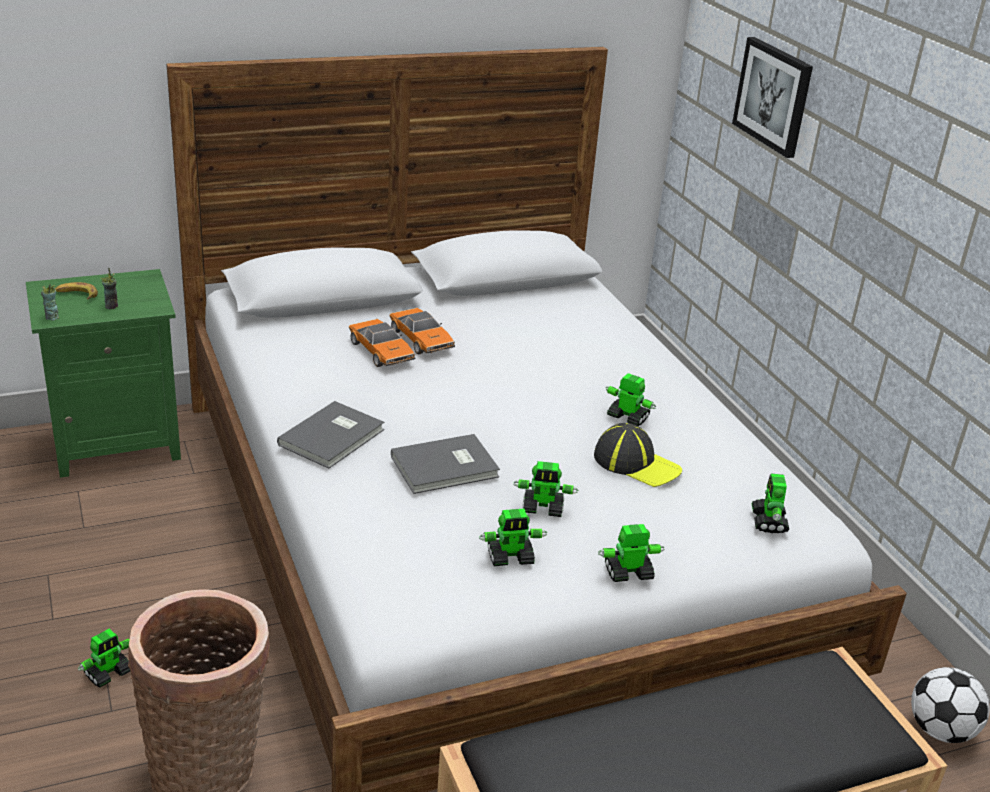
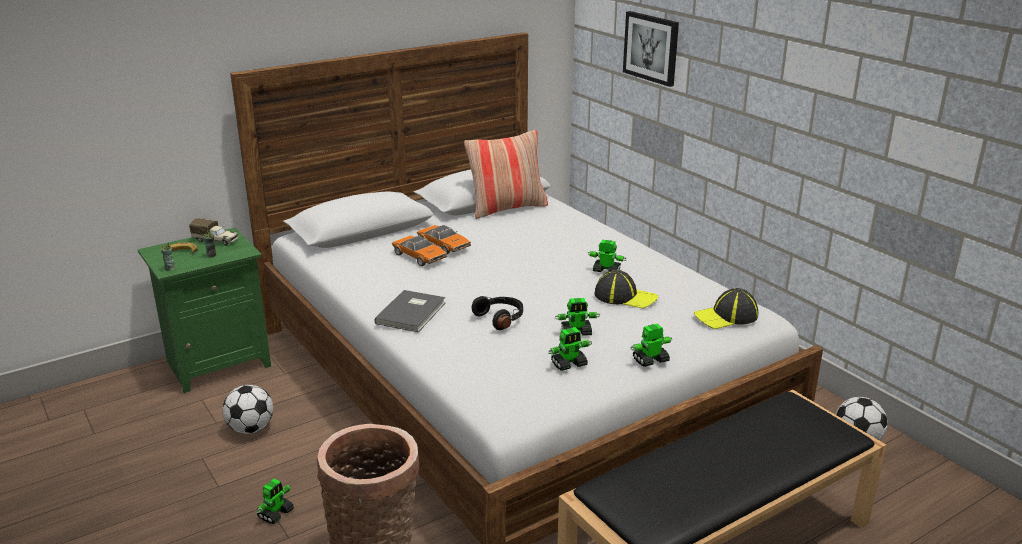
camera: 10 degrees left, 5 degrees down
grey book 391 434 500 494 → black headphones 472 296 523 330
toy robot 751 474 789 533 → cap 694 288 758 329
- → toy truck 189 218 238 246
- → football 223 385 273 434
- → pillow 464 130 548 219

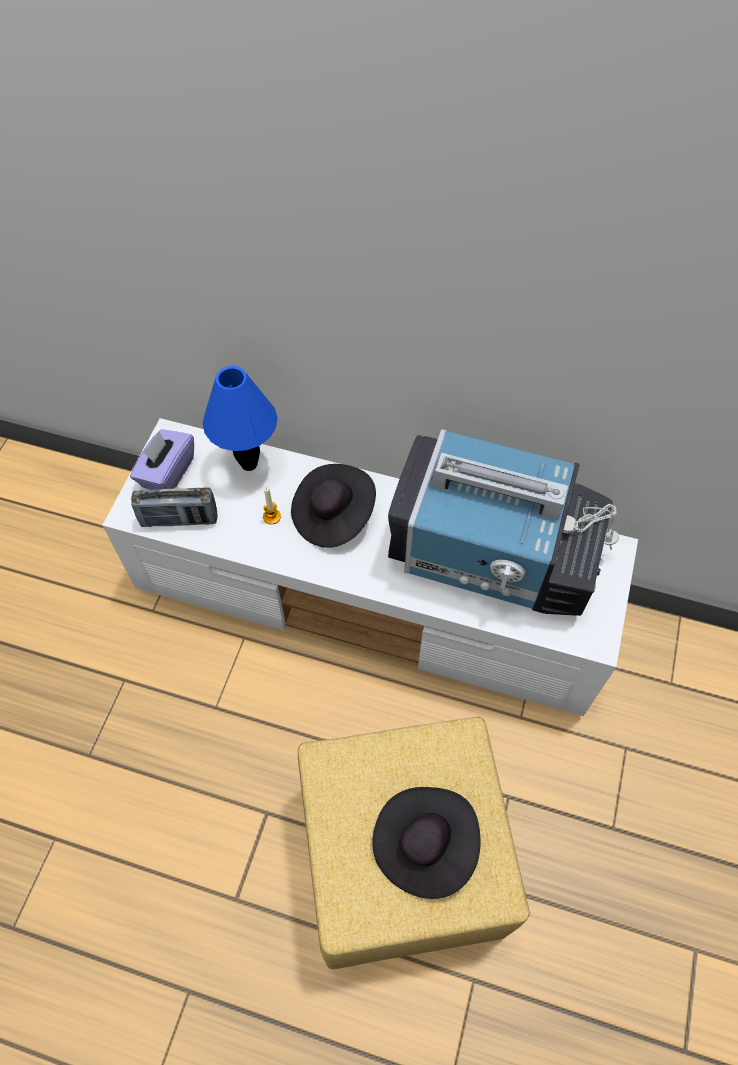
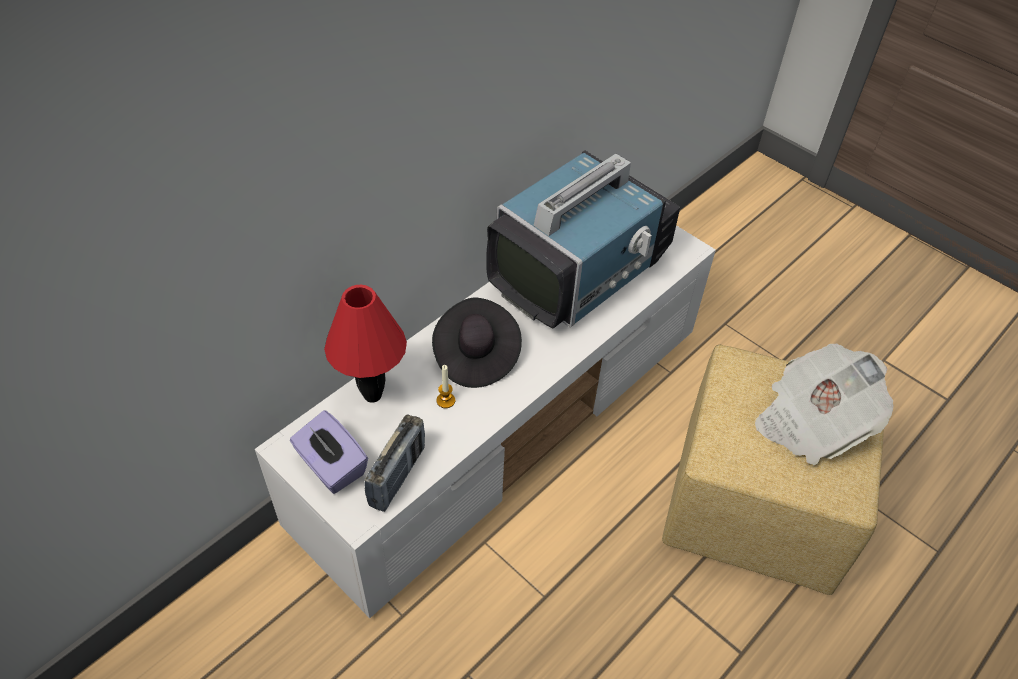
camera: 65 degrees left, 10 degrees down
blue table lamp 203 366 278 471 → red table lamp 324 285 407 403
black hat 372 787 480 899 → newspaper 755 343 893 465

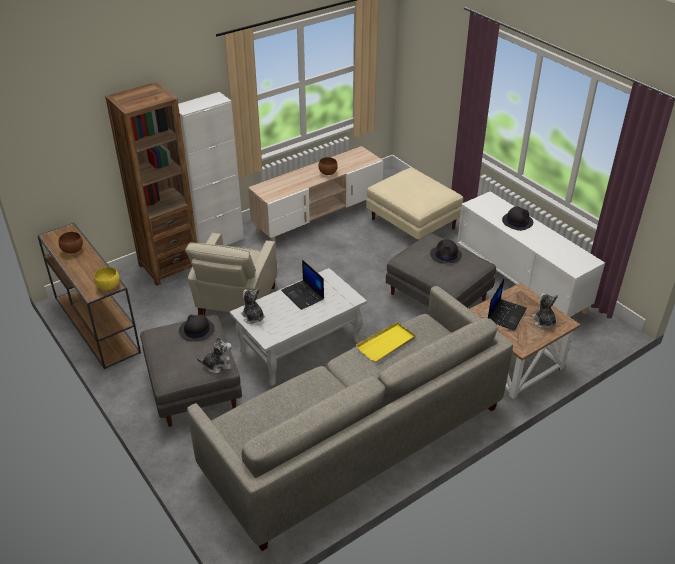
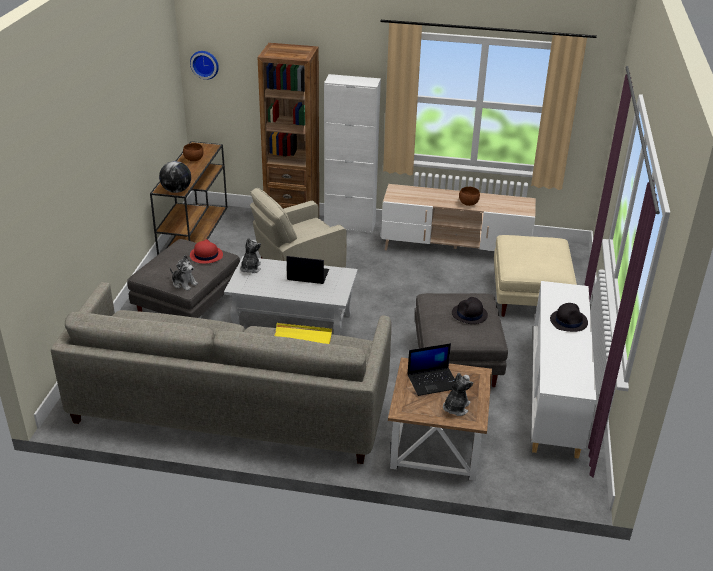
camera: 45 degrees right, 5 degrees down
yellow bowl 94 267 120 290 → globe 159 161 191 193
black hat 179 315 215 342 → red hat 190 239 223 264
laptop 281 260 324 310 → laptop 287 256 329 284, 90 degrees clockwise
- → wall clock 190 51 219 80

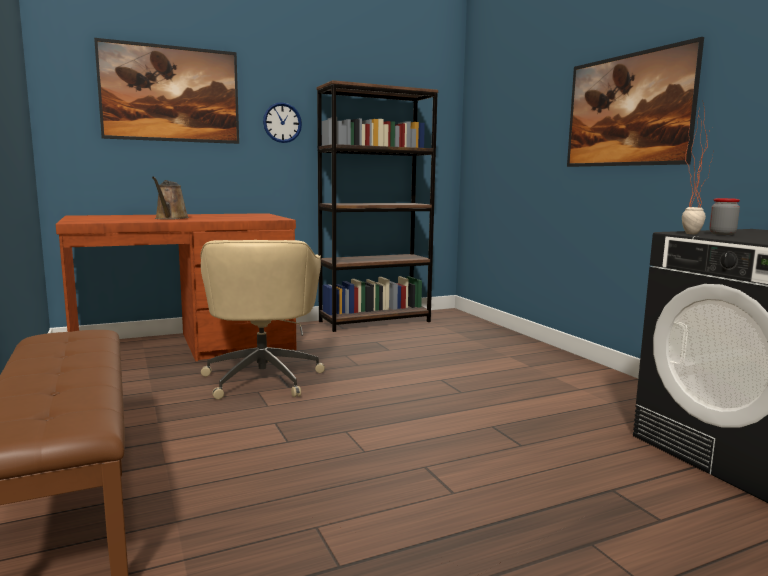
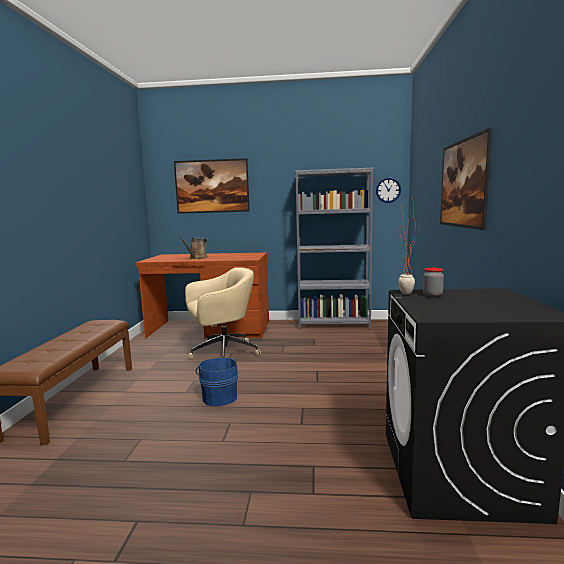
camera: 30 degrees right, 0 degrees up
beige office chair 200 240 325 399 → beige office chair 185 267 261 359, 135 degrees counterclockwise
wall clock 263 102 302 143 → wall clock 376 178 401 203, move
brown bookcase 317 80 438 332 → grey bookcase 295 168 374 329
- → blue bucket 196 358 238 406

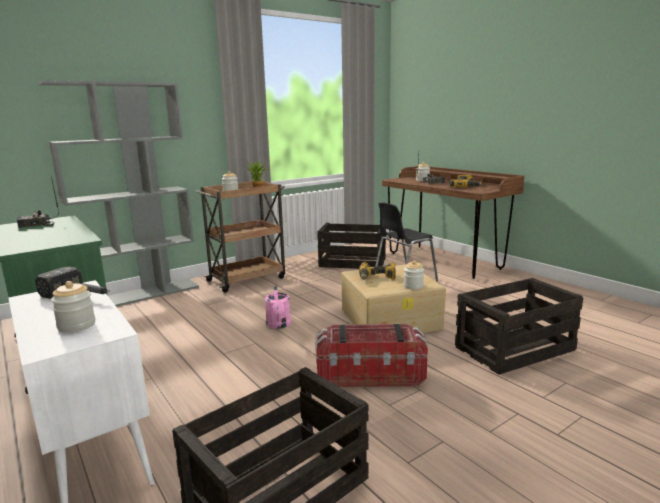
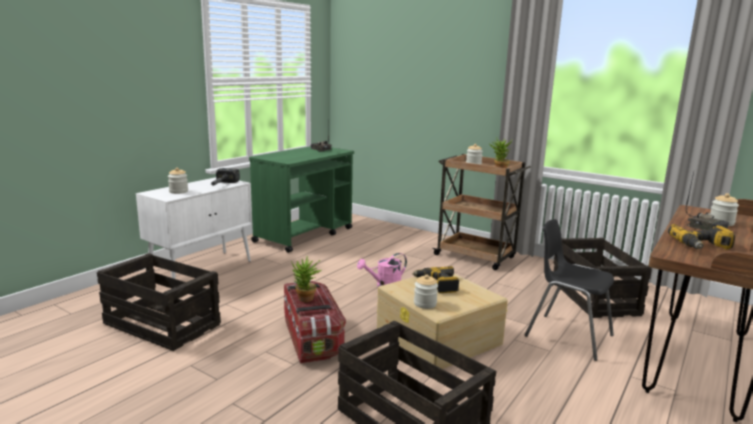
camera: 70 degrees right, 0 degrees up
grey bookcase 38 80 199 307 → -
- → potted plant 291 256 321 302

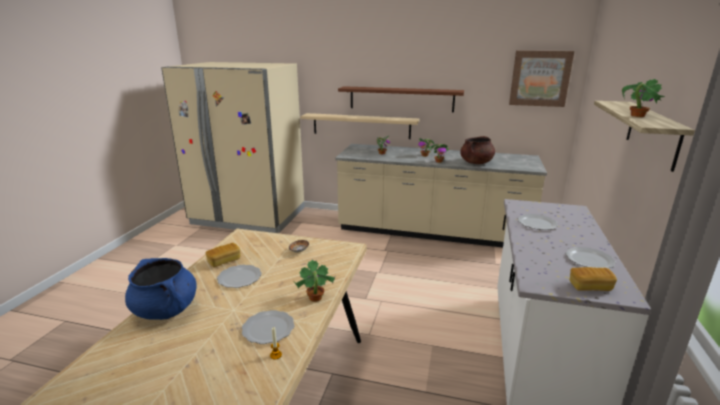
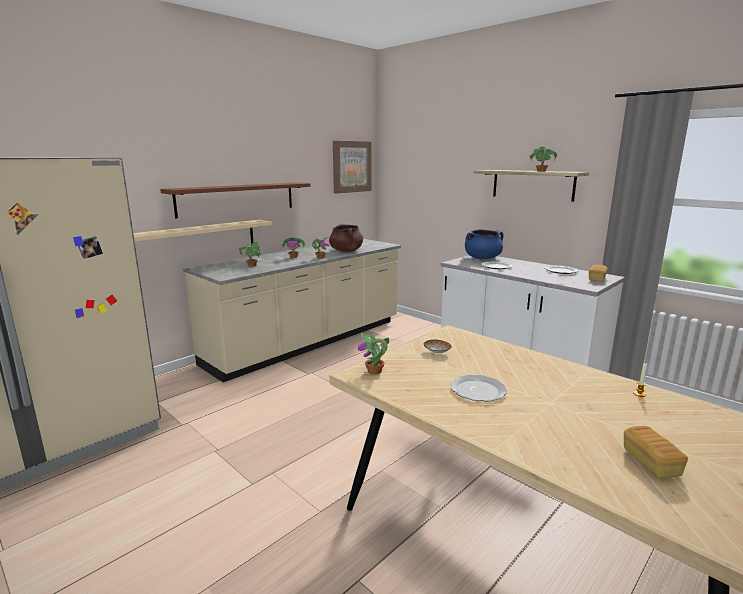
camera: 60 degrees left, 5 degrees down
blue cooking pot 125 258 197 320 → blue cooking pot 465 230 504 259, move
bread 206 243 240 267 → bread 624 426 688 478, move
plate 242 310 295 344 → -
potted plant 293 260 336 302 → potted plant 358 333 389 375, move

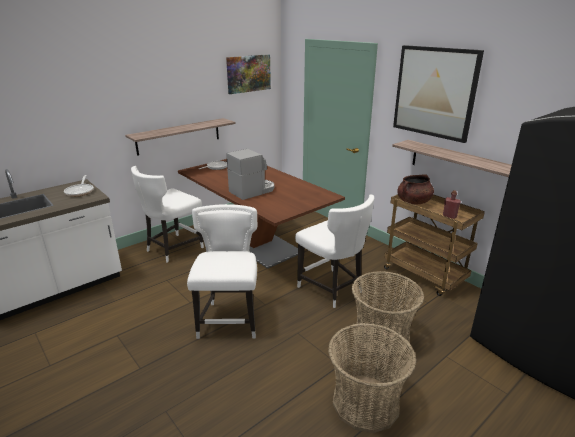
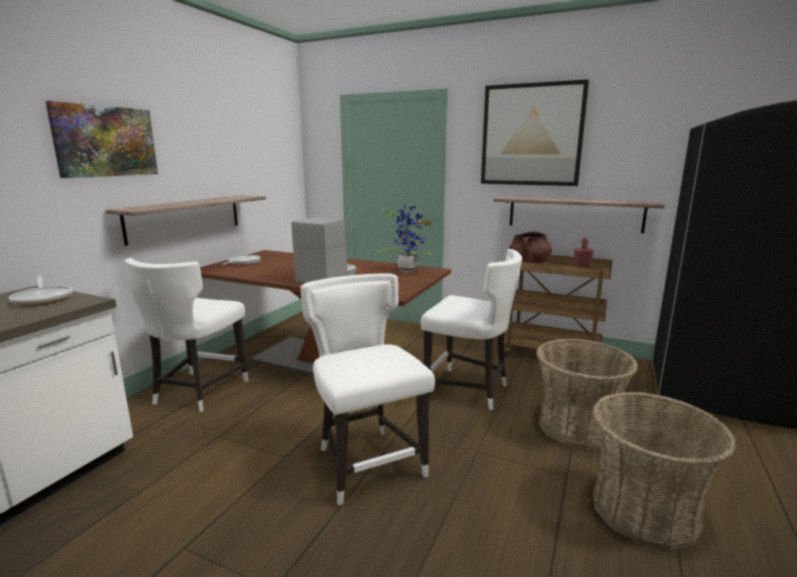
camera: 25 degrees left, 10 degrees down
picture 226 54 271 94 → picture 45 101 158 178, move
- → potted plant 375 202 433 272

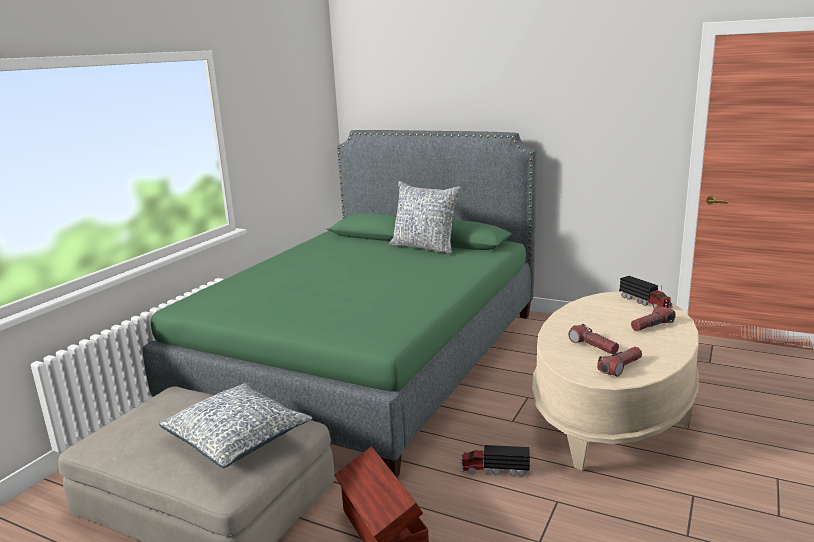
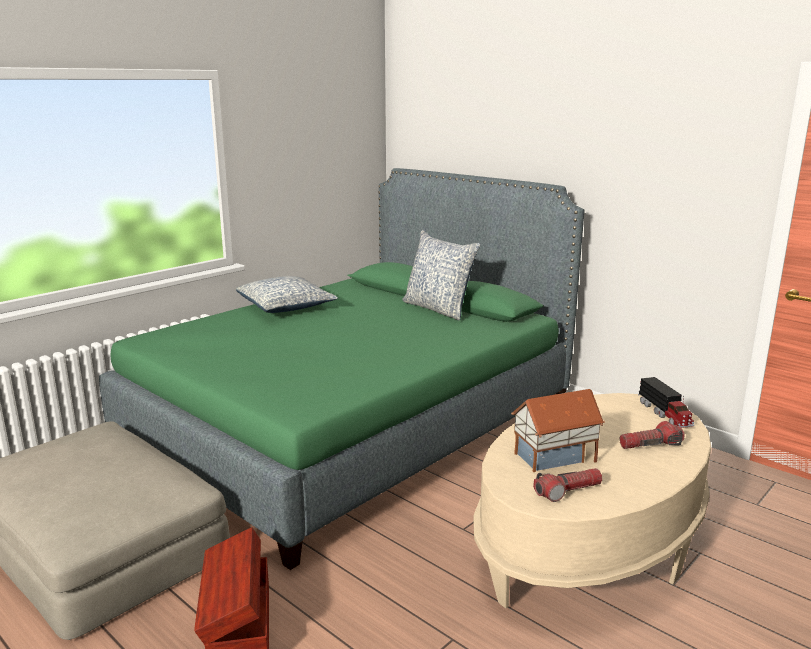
camera: 15 degrees right, 0 degrees up
pillow 159 383 312 468 → pillow 236 276 338 313, move
toy truck 460 445 530 477 → -
flashlight 568 324 619 355 → toy house 511 389 605 472

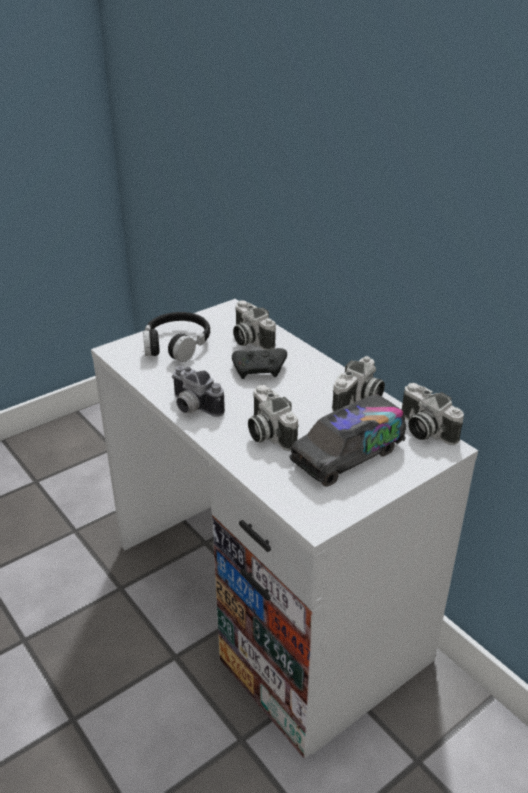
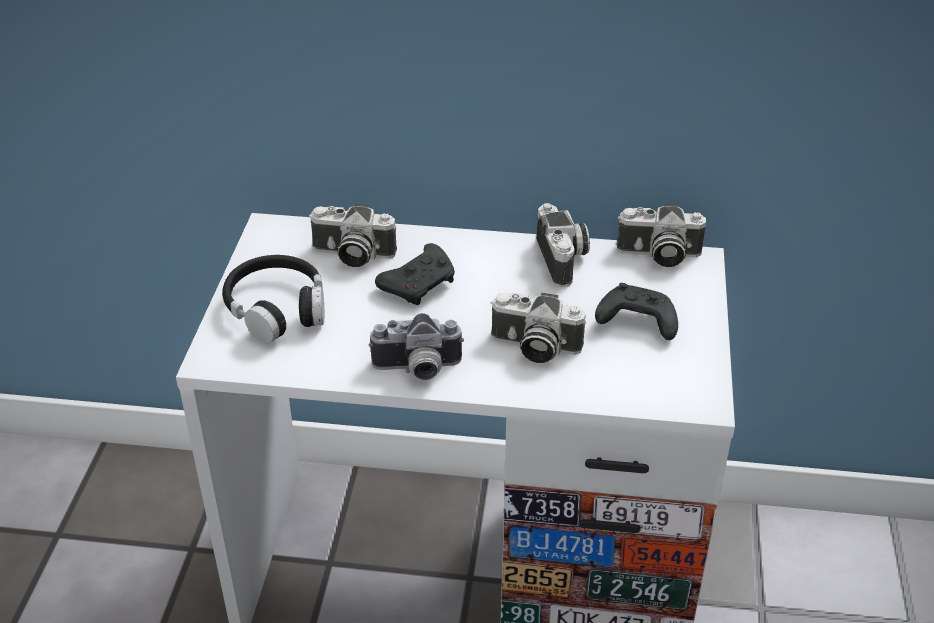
camera: 45 degrees left, 5 degrees up
toy truck 289 394 406 487 → black game controller 595 283 678 340

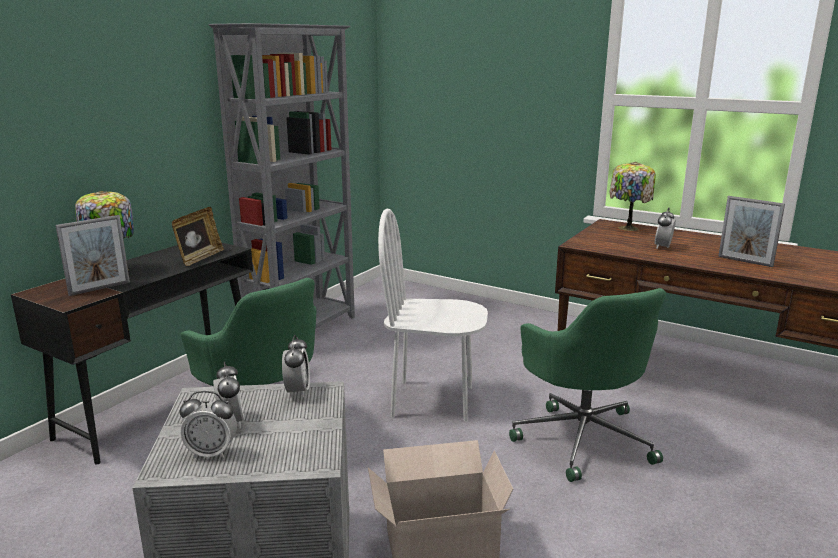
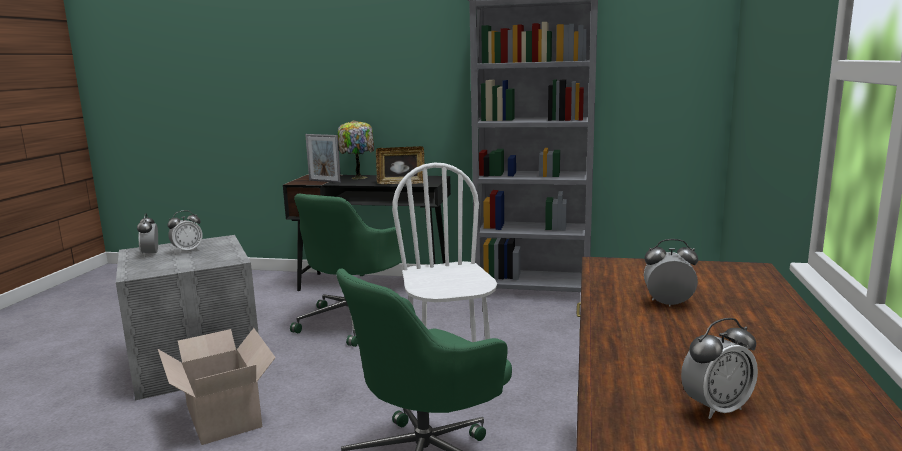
camera: 70 degrees right, 5 degrees down
alarm clock 282 335 310 397 → alarm clock 681 318 758 419, move
table lamp 610 162 656 231 → -
picture frame 718 196 785 267 → -

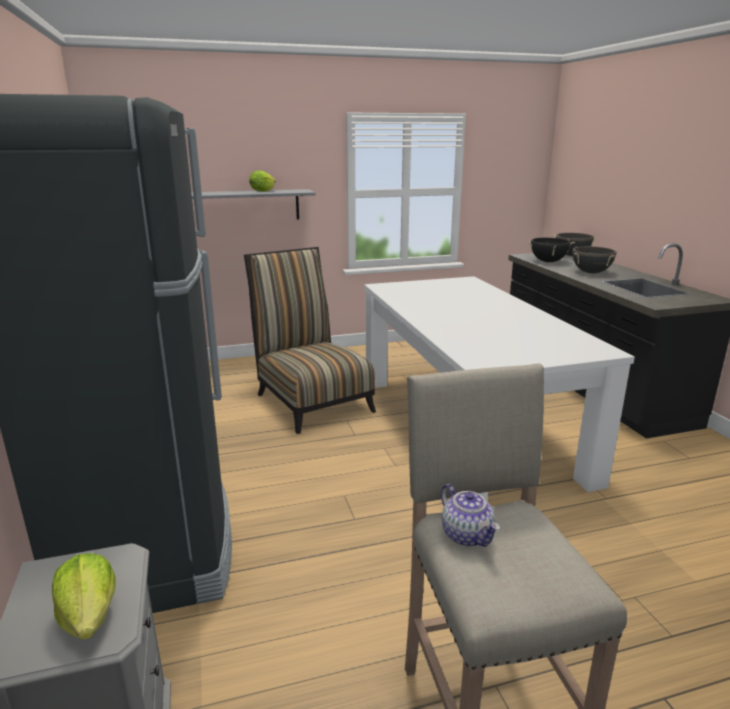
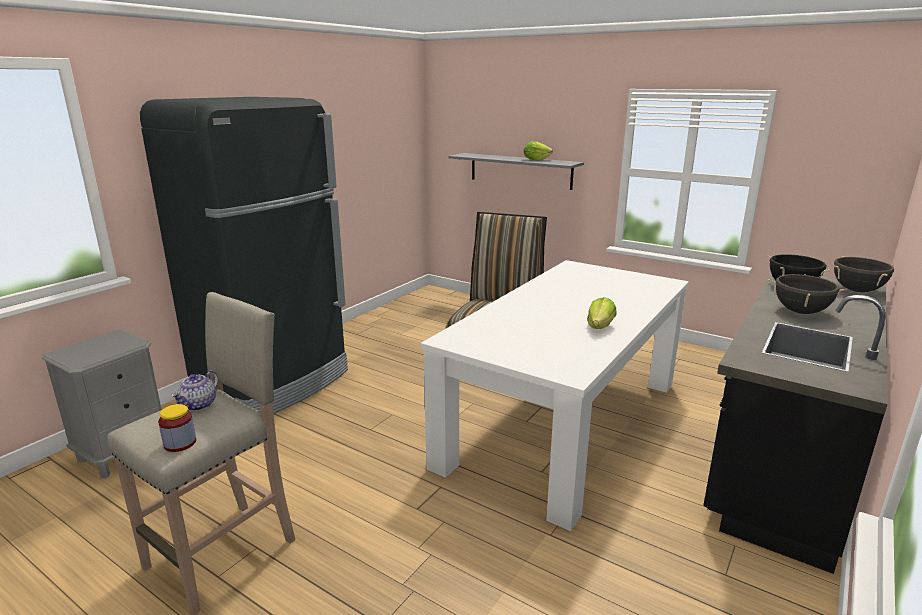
camera: 50 degrees right, 0 degrees up
lettuce 52 553 116 640 → lettuce 587 297 617 329, move
- → jar 158 404 196 452

